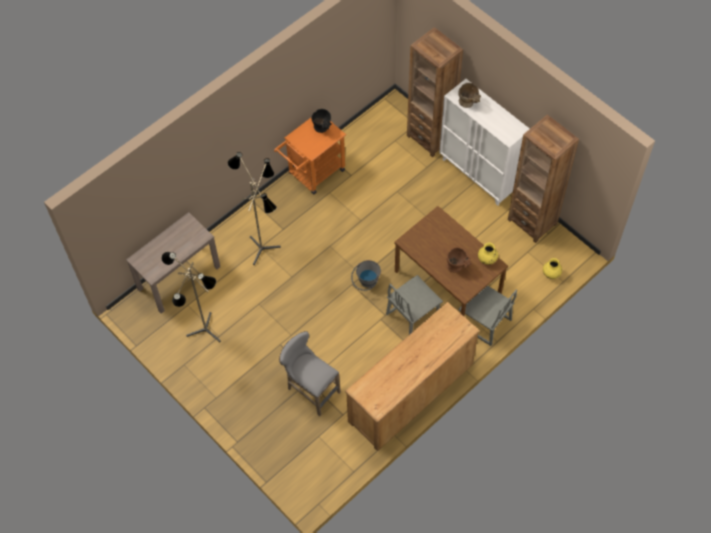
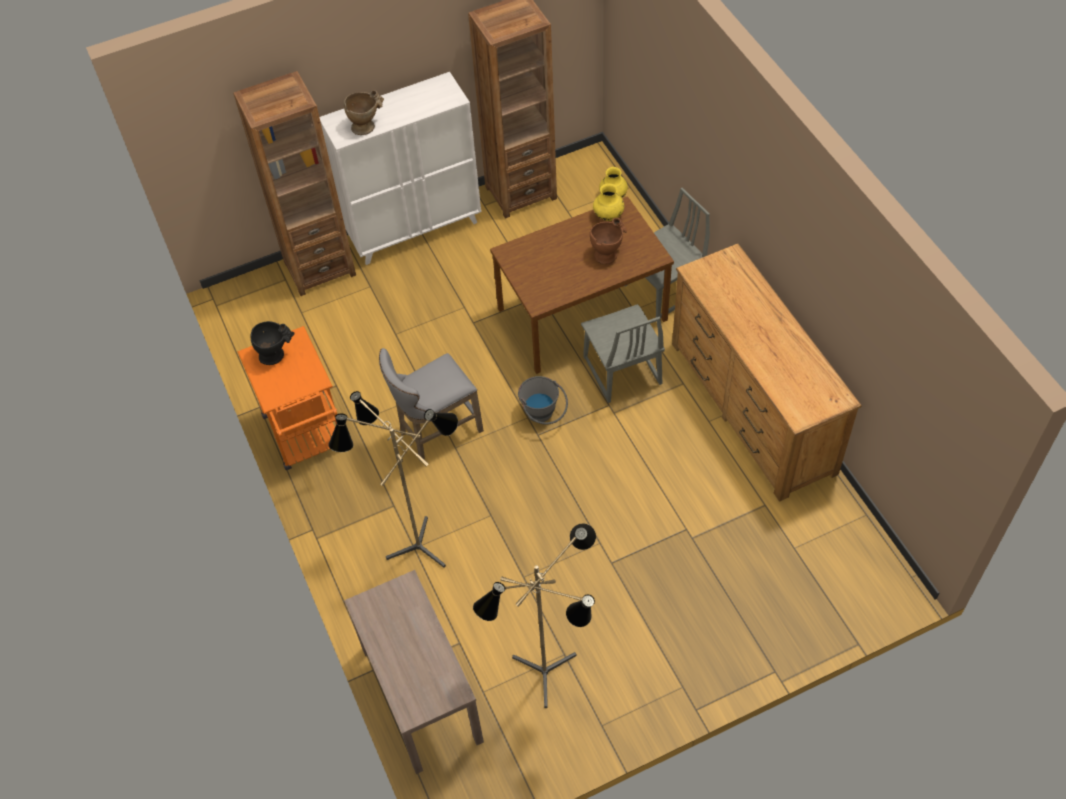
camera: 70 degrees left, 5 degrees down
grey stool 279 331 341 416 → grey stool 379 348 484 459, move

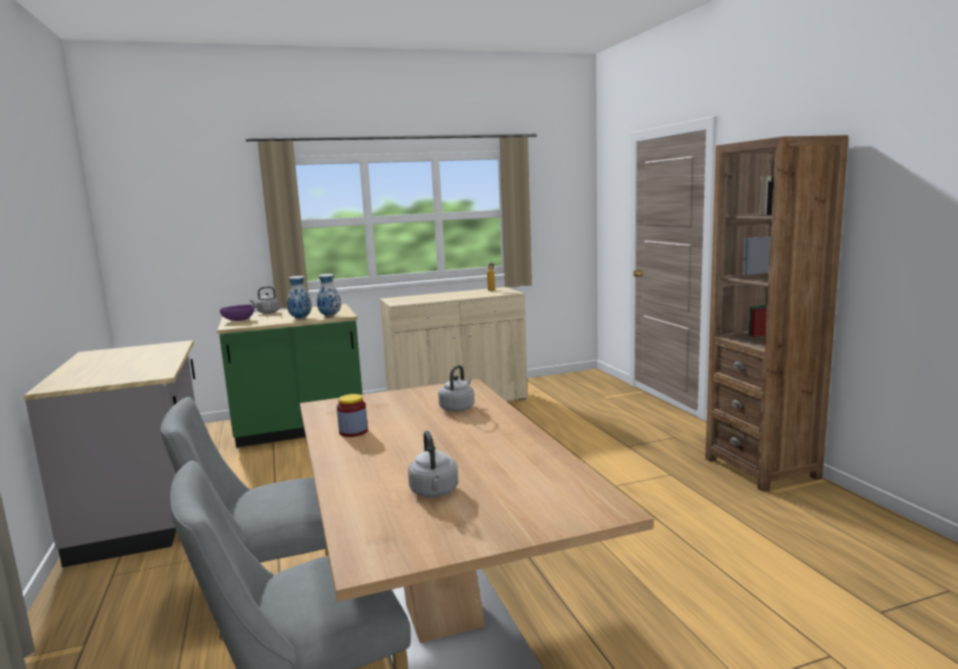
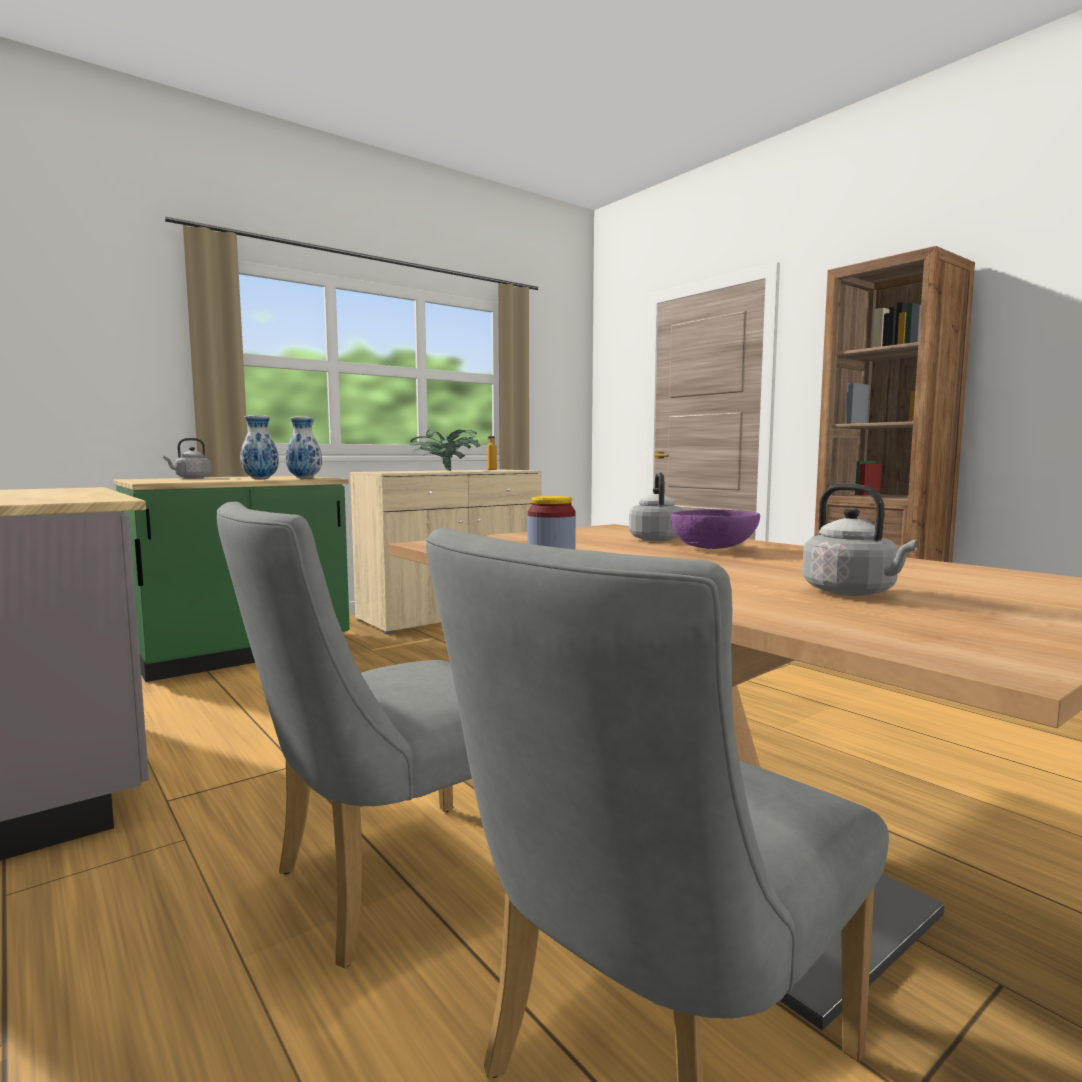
camera: 20 degrees left, 5 degrees down
purple bowl 220 305 254 321 → purple bowl 671 509 760 549, move
- → potted plant 410 430 481 471

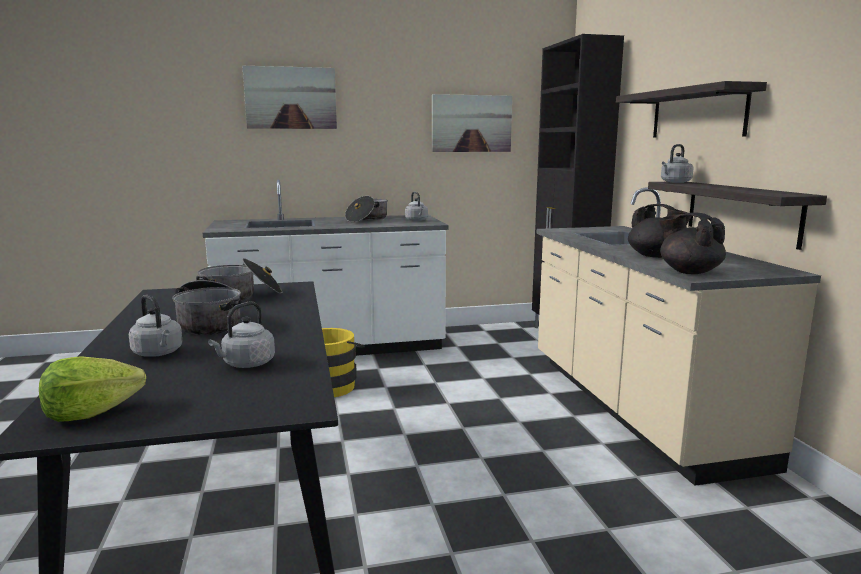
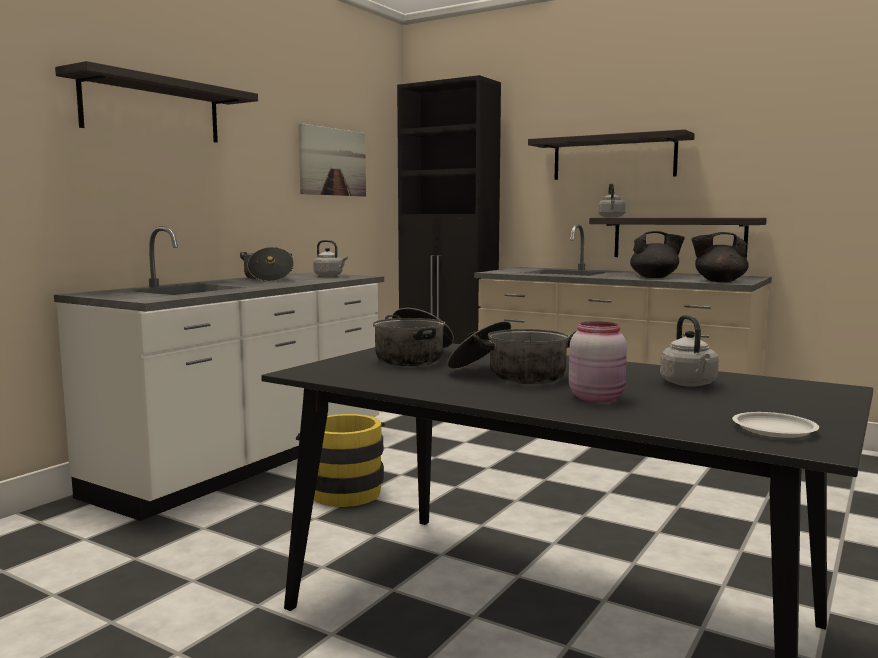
camera: 45 degrees left, 5 degrees down
lettuce 39 356 146 422 → white plate 732 412 819 438
grey kettle 129 295 182 357 → pink jar 569 321 627 402
picture 243 66 337 129 → shelf 55 61 258 143

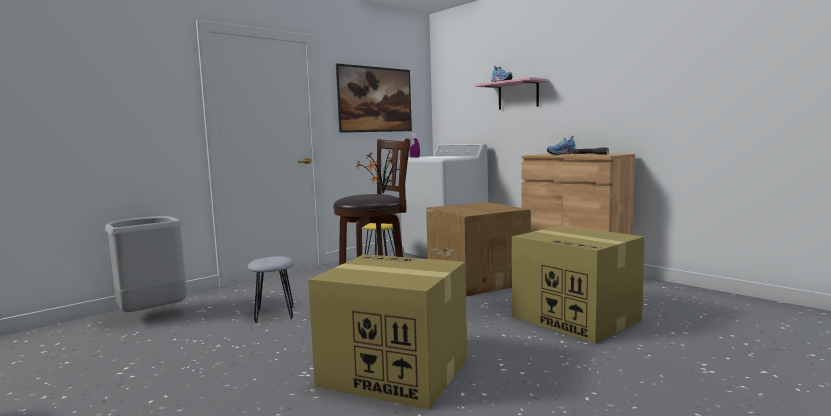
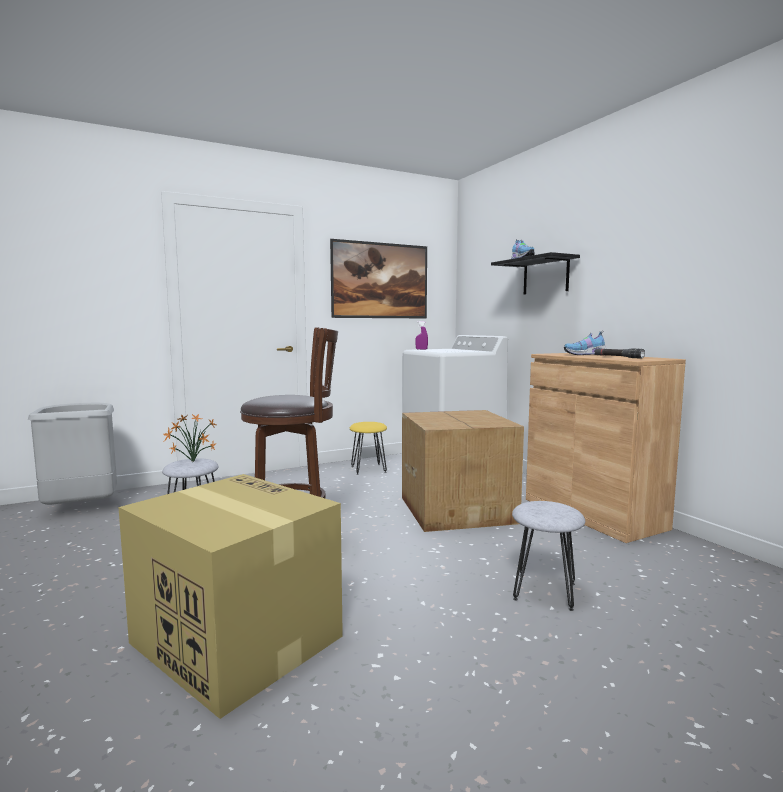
camera: 15 degrees right, 0 degrees up
potted plant 356 149 401 193 → potted plant 163 414 216 462, move
pink shelf 474 77 547 110 → black shelf 491 252 580 295
cardboard box 512 226 645 343 → grey stool 512 501 585 611

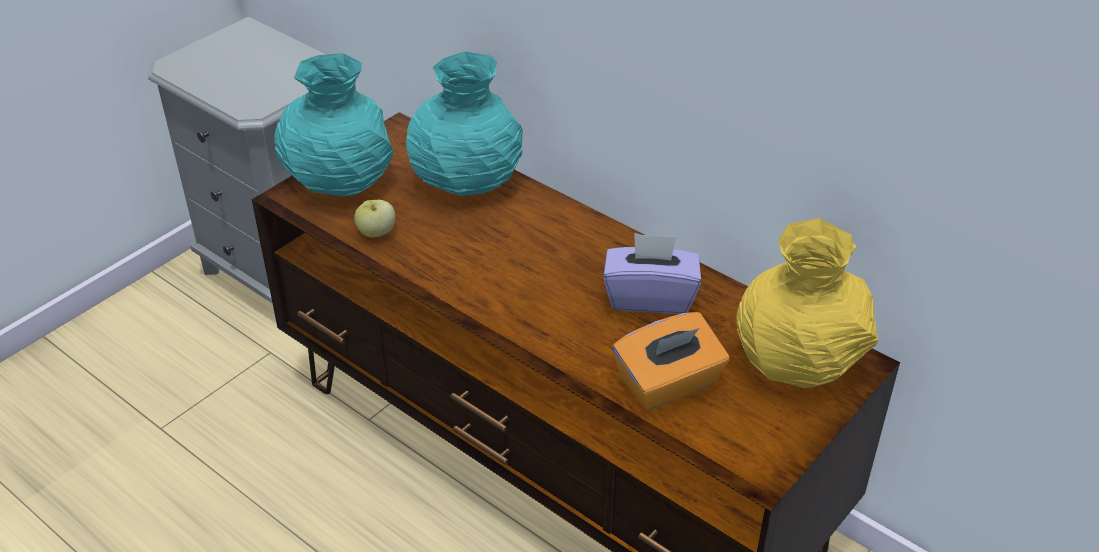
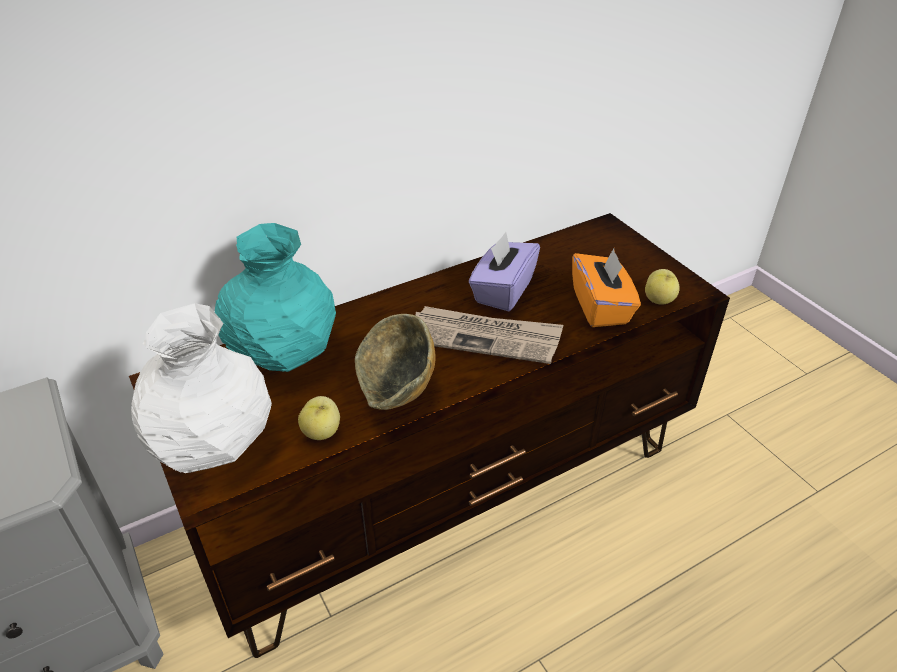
camera: 70 degrees left, 0 degrees up
turquoise vase 274 53 393 196 → white vase 131 303 272 473
yellow vase 736 218 878 388 → -
- → bowl 355 314 436 410
- → newspaper 415 306 563 364
- → apple 645 269 680 305

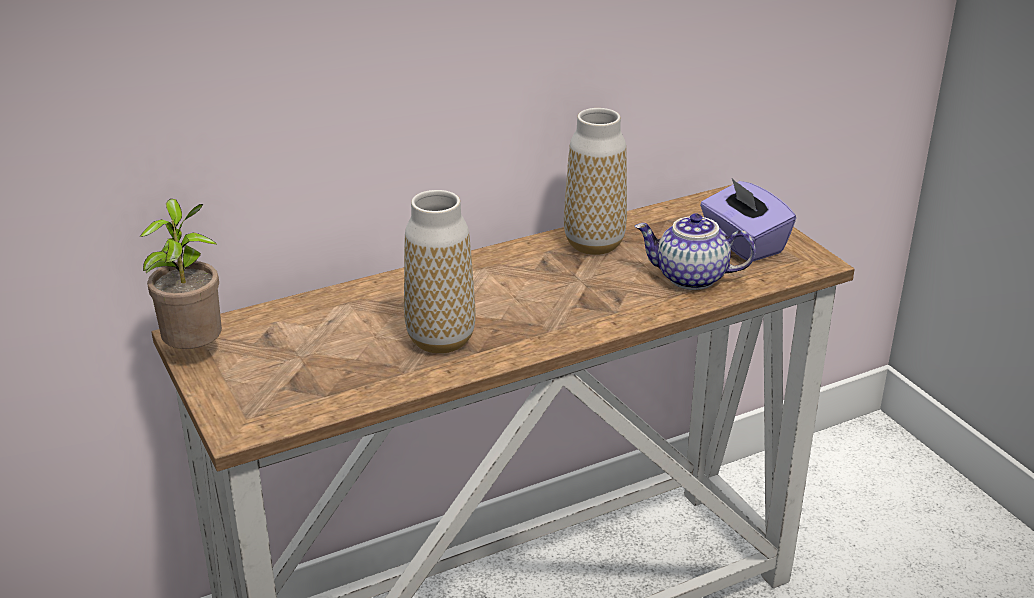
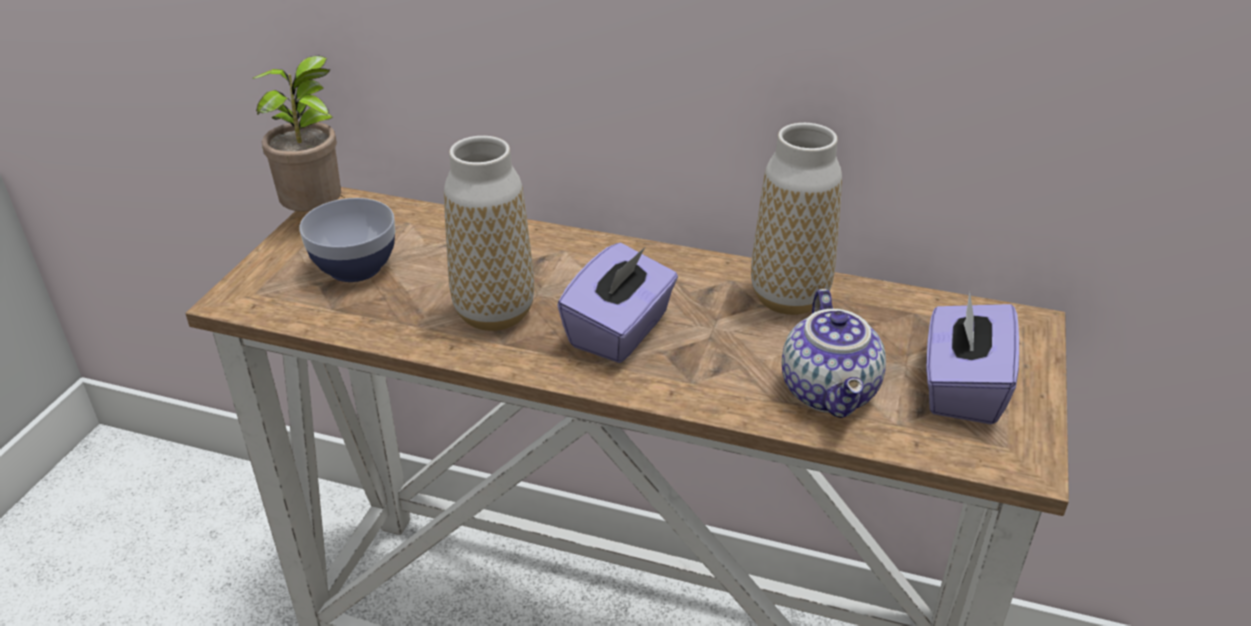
camera: 45 degrees right, 5 degrees up
teapot 634 213 756 290 → teapot 782 289 886 418, 150 degrees counterclockwise
- → bowl 299 198 395 282
- → purple tissue box 557 243 678 363

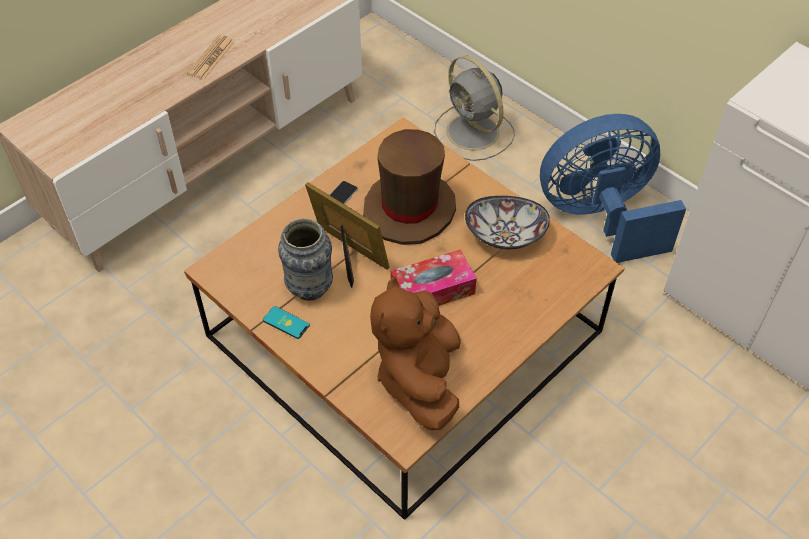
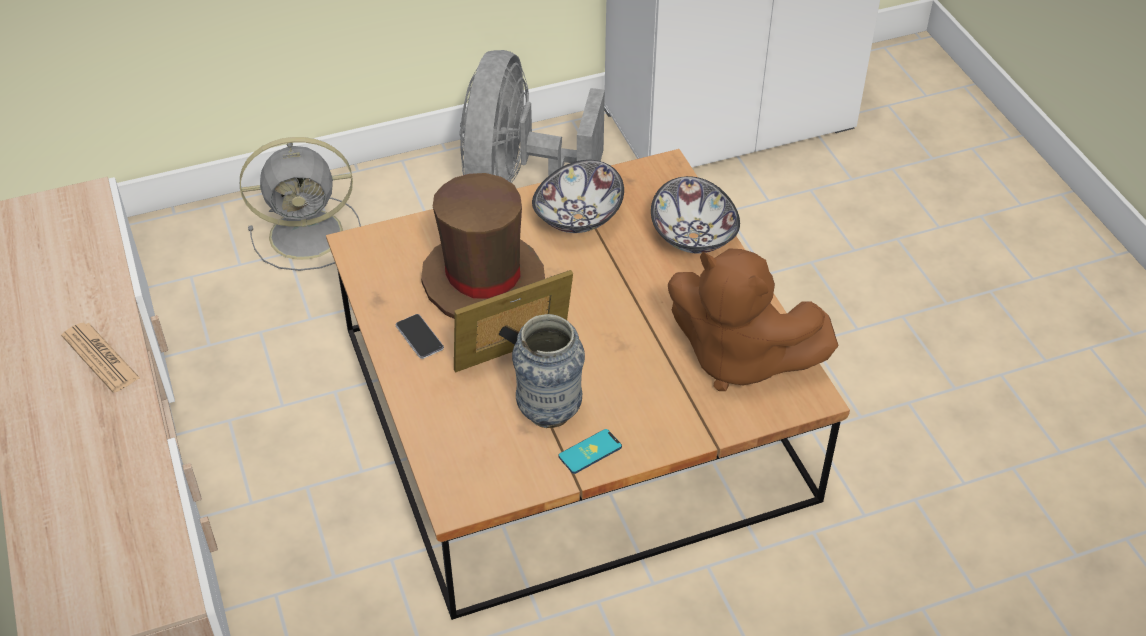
camera: 65 degrees left, 5 degrees down
tissue box 390 249 477 306 → -
blue fan 540 114 686 263 → grey fan 459 50 605 183
- → bowl 651 176 740 254

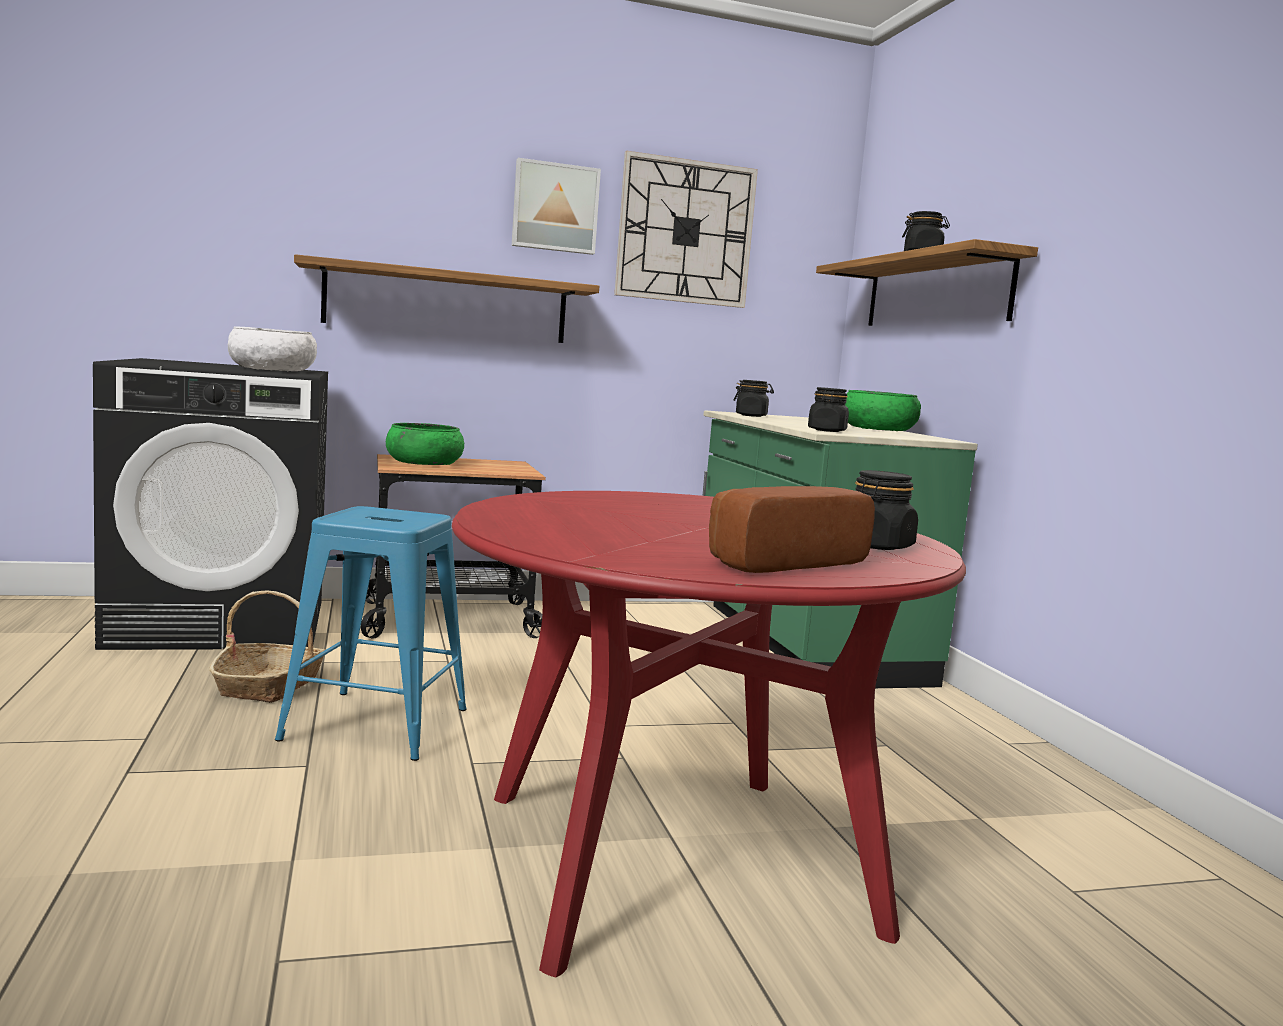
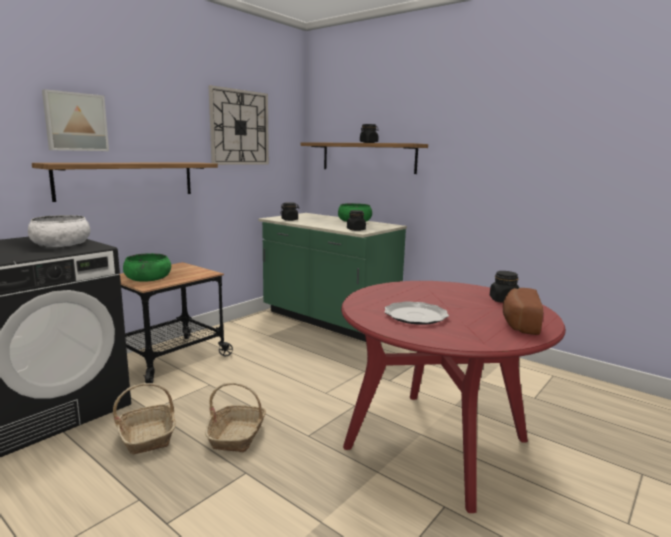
camera: 35 degrees left, 5 degrees up
blue stool 275 506 467 761 → basket 205 383 266 453
picture 512 158 601 255 → picture 42 89 109 151, move
- → plate 385 301 449 325

